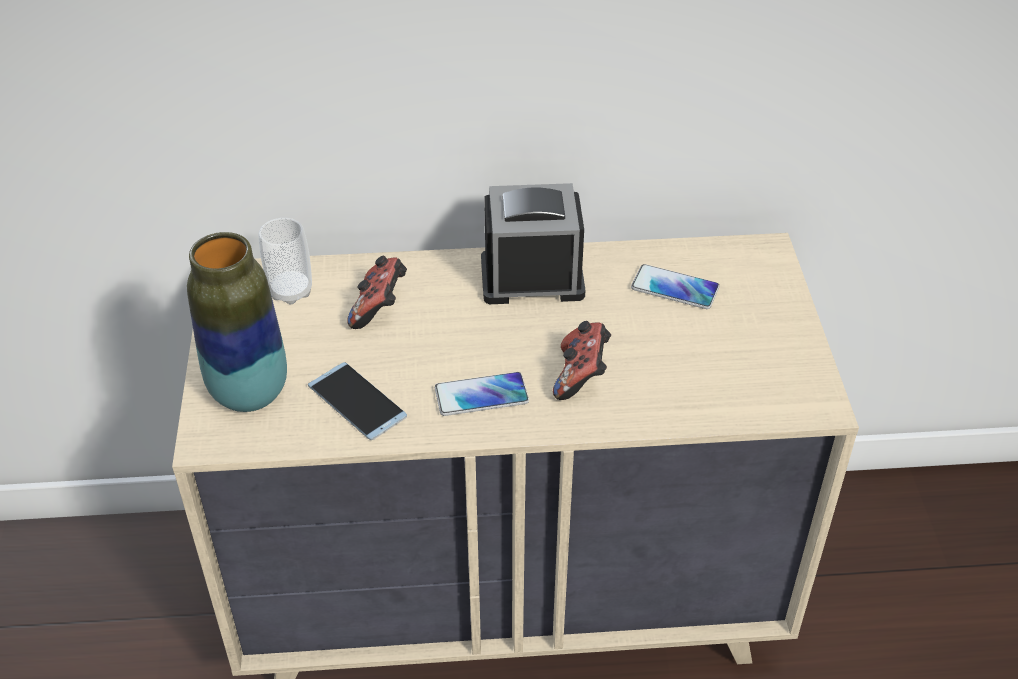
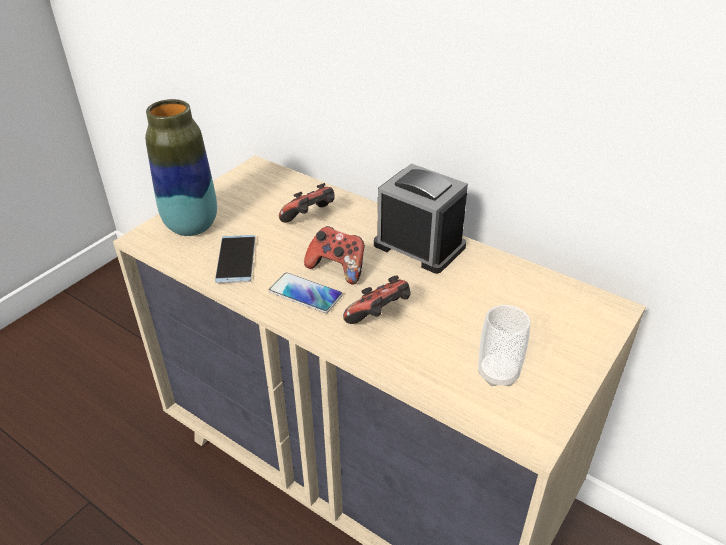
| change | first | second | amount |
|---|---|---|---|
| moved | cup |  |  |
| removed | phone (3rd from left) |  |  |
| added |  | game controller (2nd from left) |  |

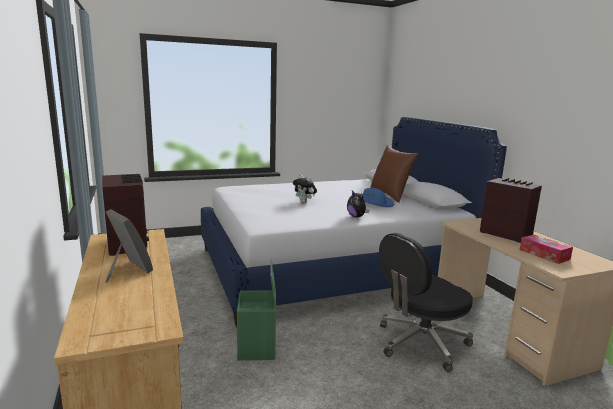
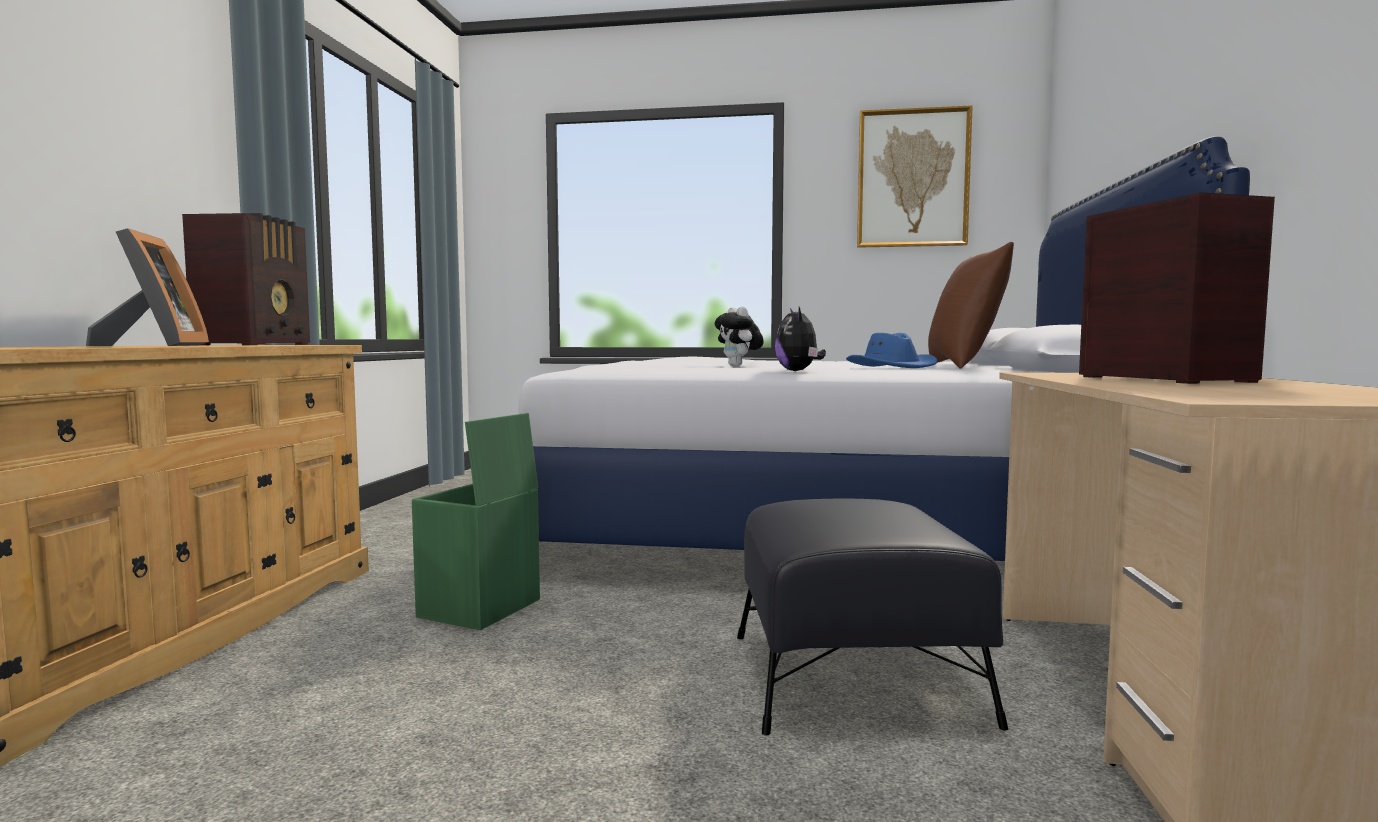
| change | first | second | amount |
|---|---|---|---|
| replaced | black office chair | black ottoman |  |
| removed | tissue box |  |  |
| added |  | picture |  |

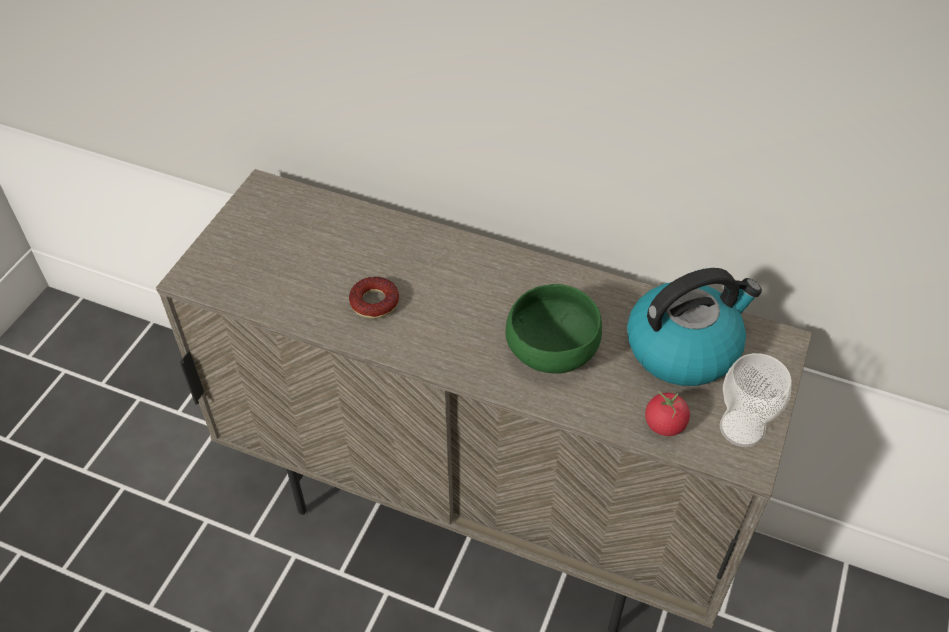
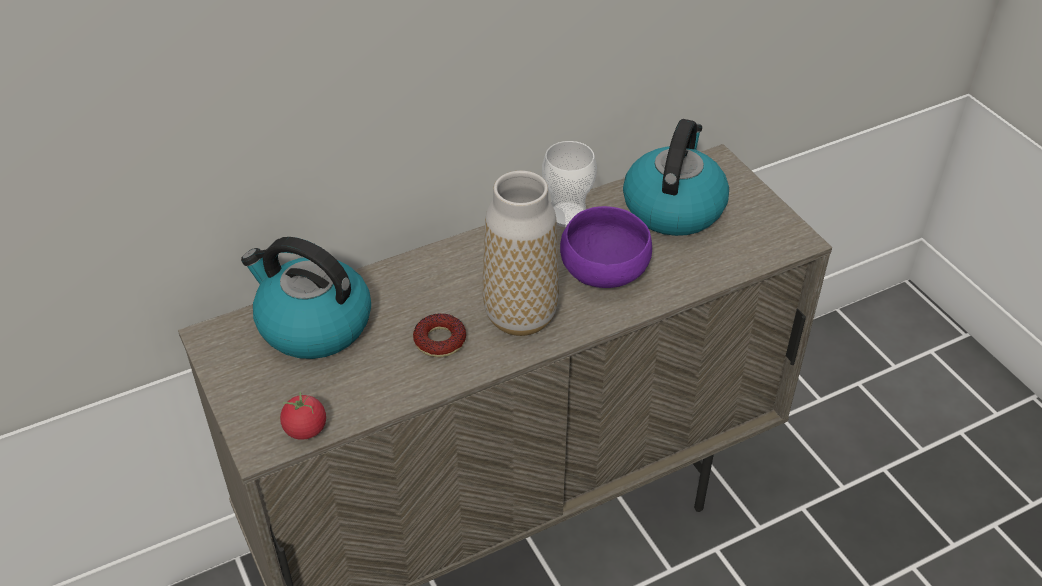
| change | first | second | amount |
|---|---|---|---|
| recoloured | green bowl | purple bowl |  |
| moved | tomato |  |  |
| moved | cup |  |  |
| added |  | kettle (1st from left) |  |
| added |  | vase |  |

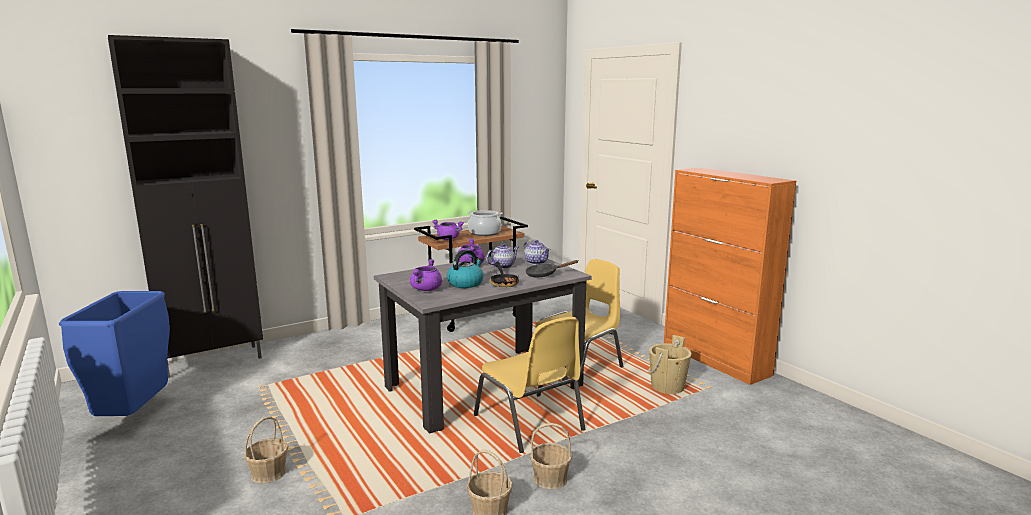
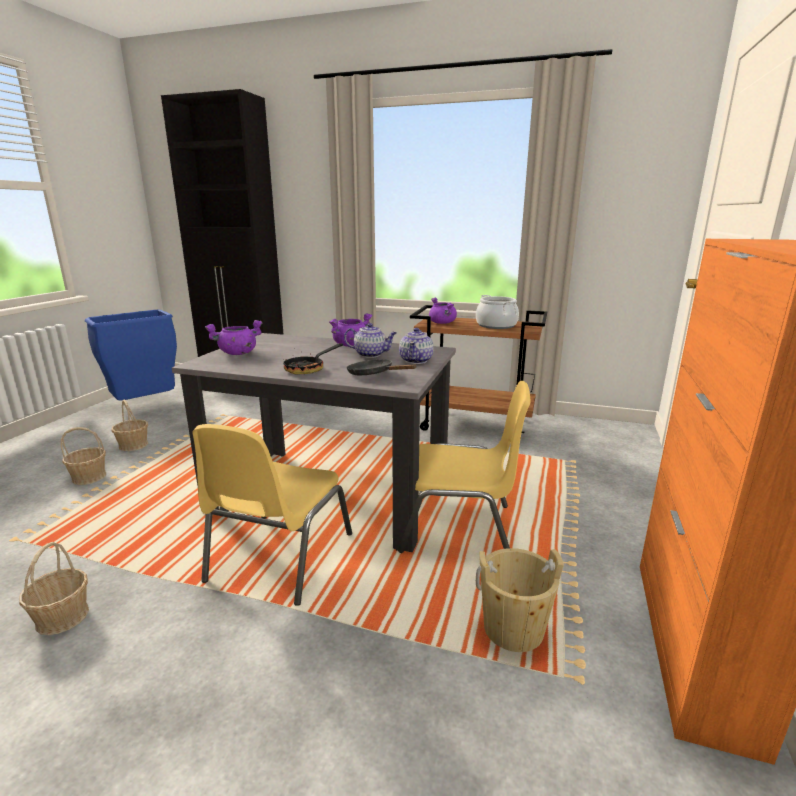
| change | first | second | amount |
|---|---|---|---|
| removed | kettle |  |  |
| moved | basket (3rd from left) |  |  |

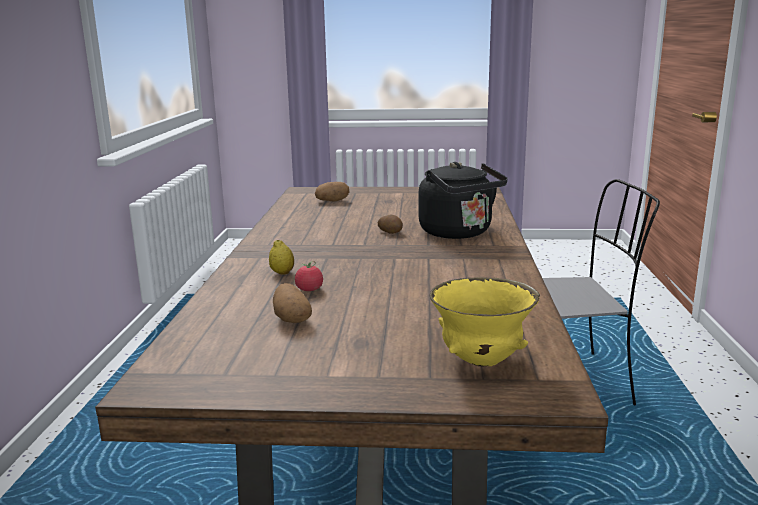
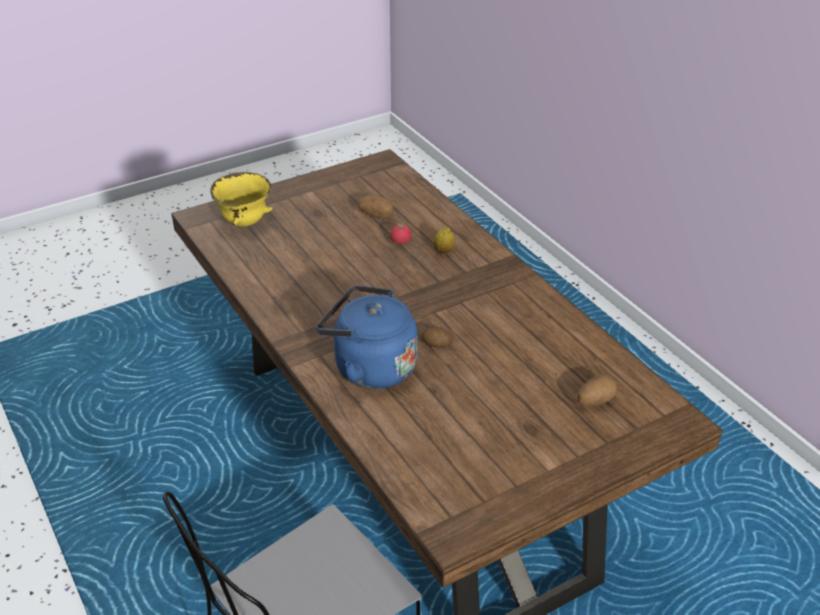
| change | first | second | amount |
|---|---|---|---|
| recoloured | black kettle | blue kettle |  |

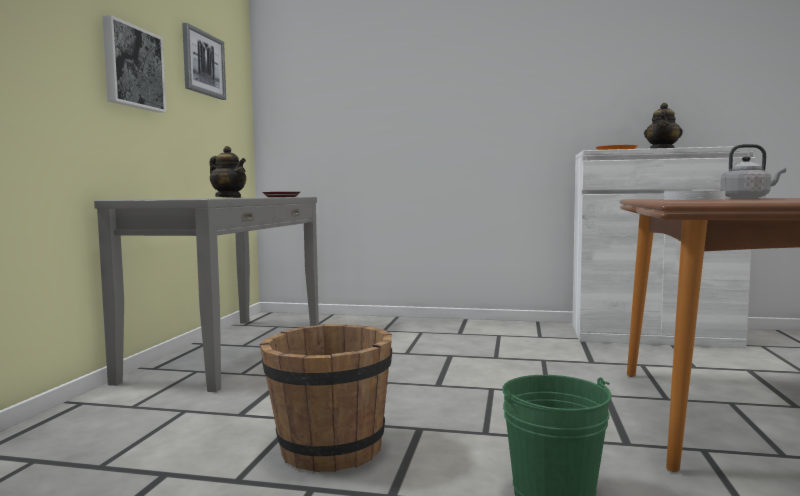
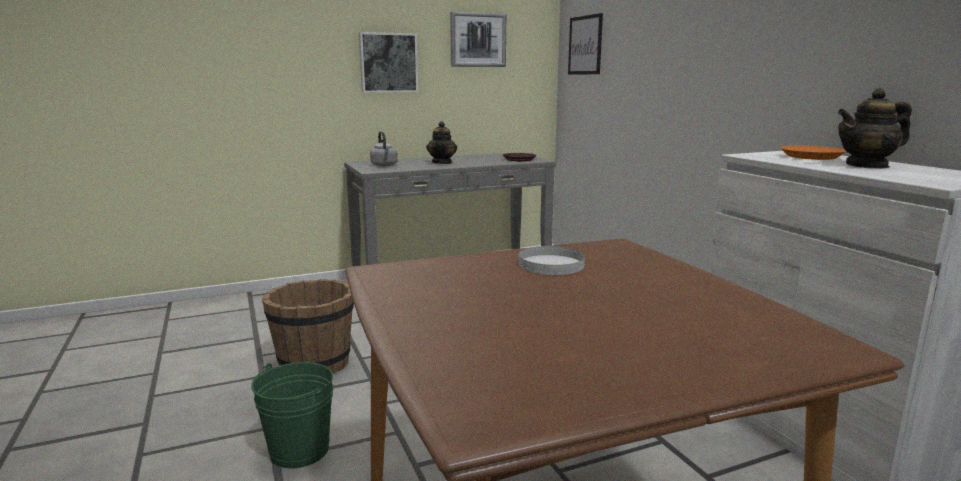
| change | first | second | amount |
|---|---|---|---|
| moved | grey kettle |  |  |
| added |  | picture (3rd from left) |  |

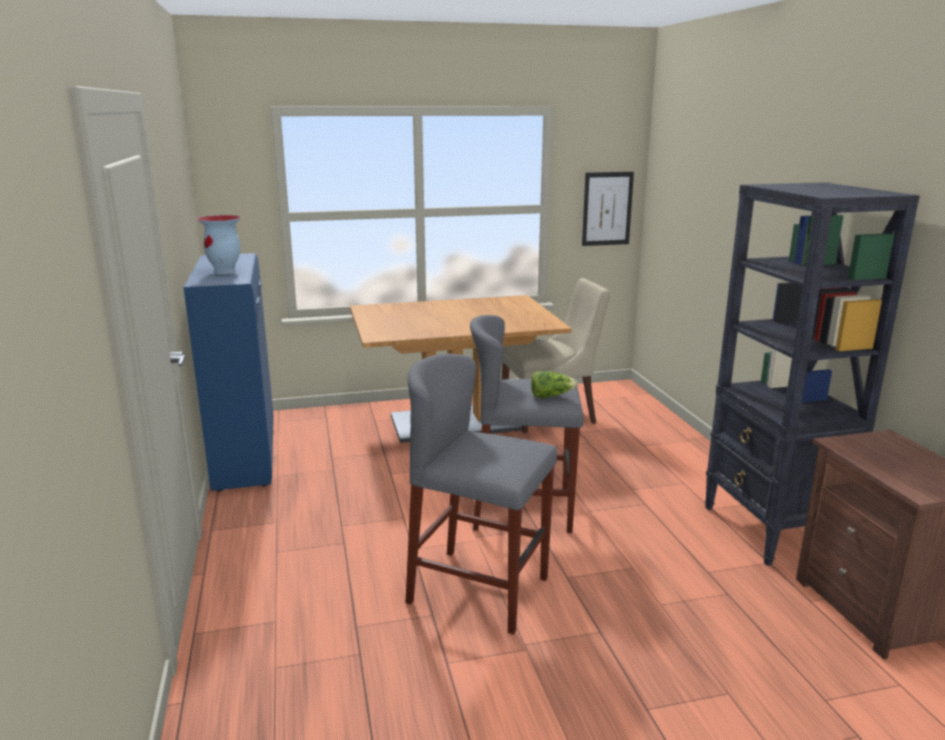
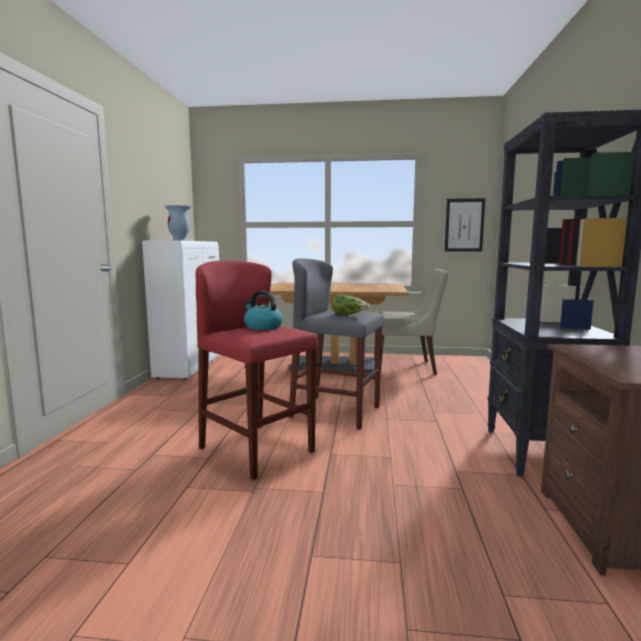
| change | first | second | amount |
|---|---|---|---|
| recoloured | blue cabinet | white cabinet |  |
| recoloured | grey stool (1st from left) | red stool |  |
| added |  | kettle |  |

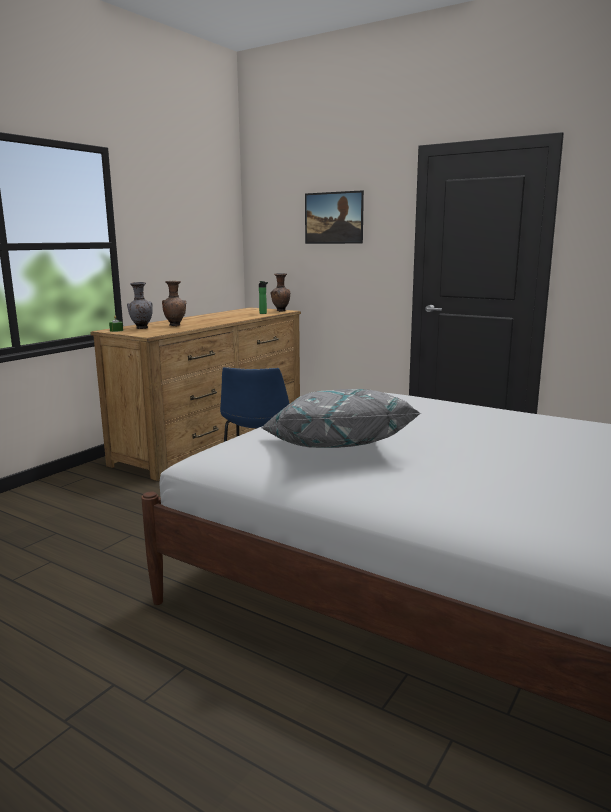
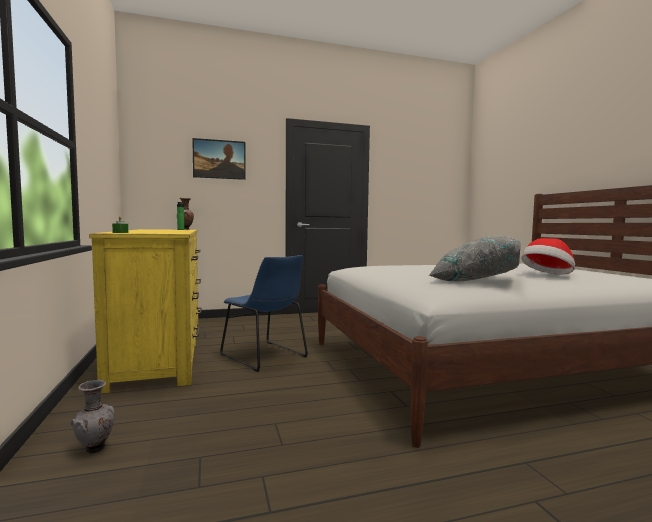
| change | first | second | amount |
|---|---|---|---|
| recoloured | brown dresser | yellow dresser |  |
| moved | grey vase |  |  |
| removed | brown vase (1st from left) |  |  |
| added |  | hat |  |

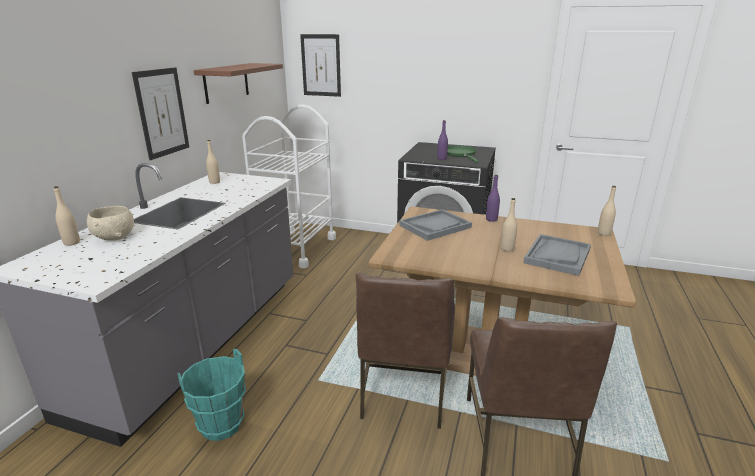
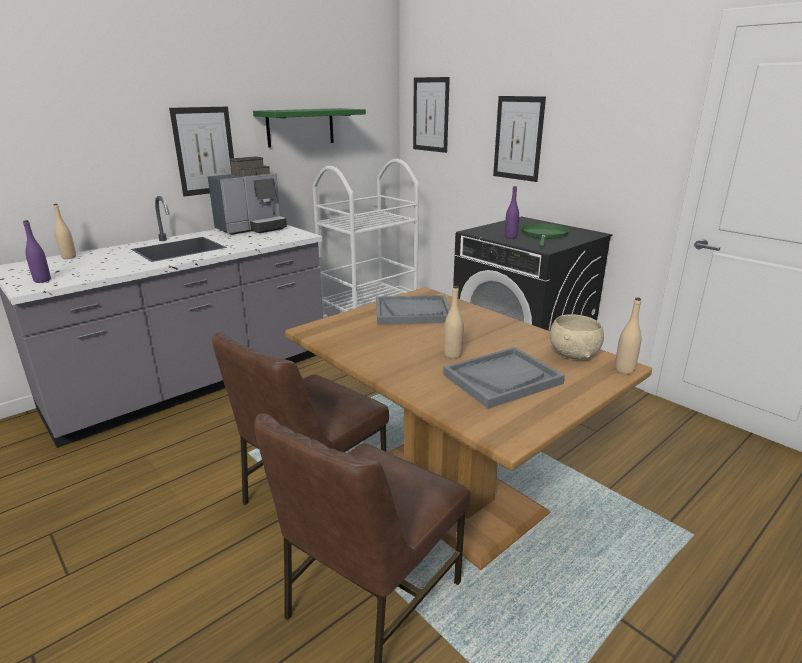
| change | first | second | amount |
|---|---|---|---|
| moved | beige bowl |  |  |
| removed | turquoise bucket |  |  |
| recoloured | brown shelf | green shelf |  |
| replaced | beige bottle (2nd from left) | coffee machine |  |
| moved | purple bottle (2nd from left in the first image) | purple bottle (1st from left) |  |
| added |  | picture (3rd from left) |  |

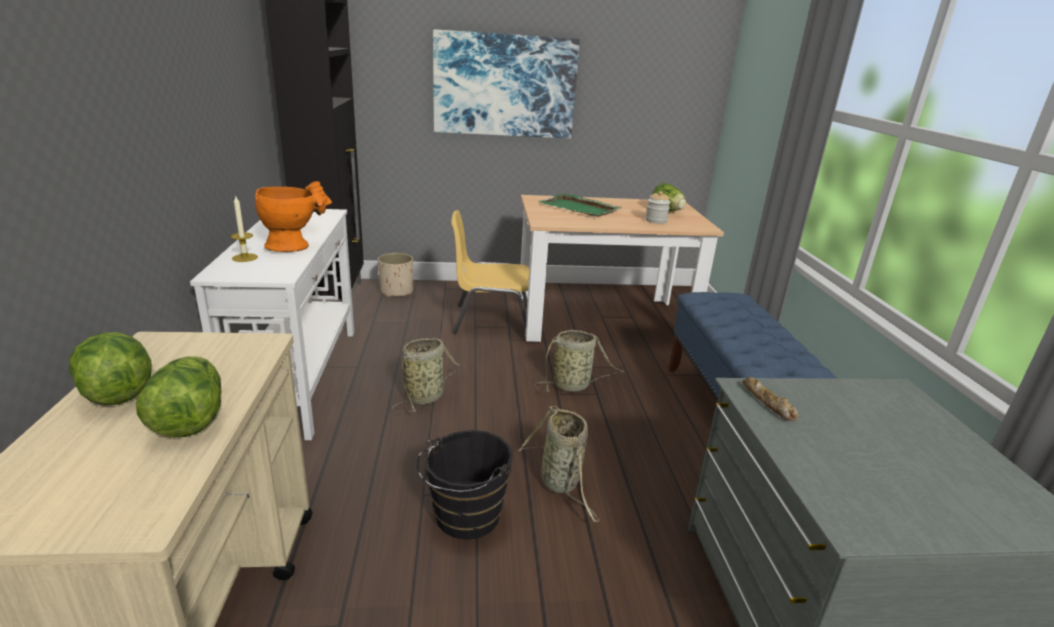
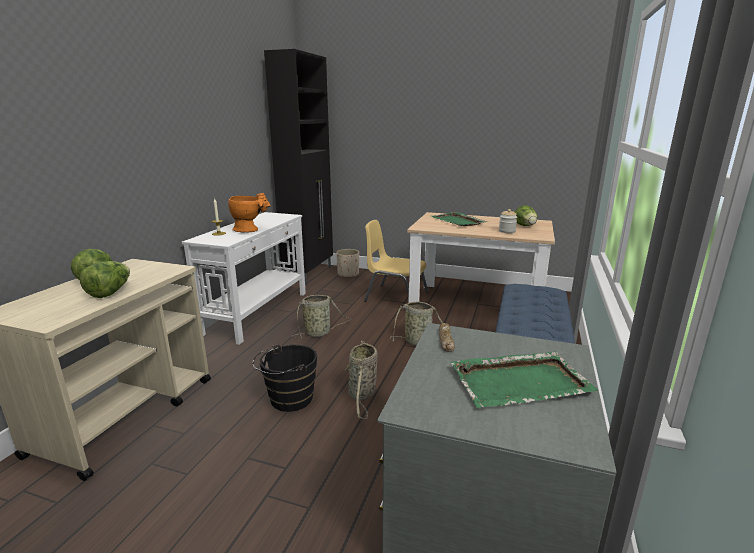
| change | first | second | amount |
|---|---|---|---|
| removed | picture |  |  |
| added |  | green tray (2nd from left) |  |

